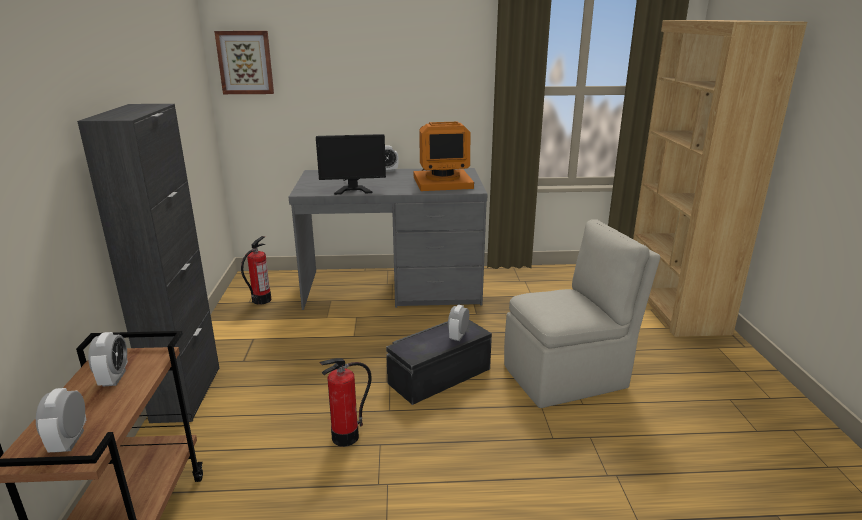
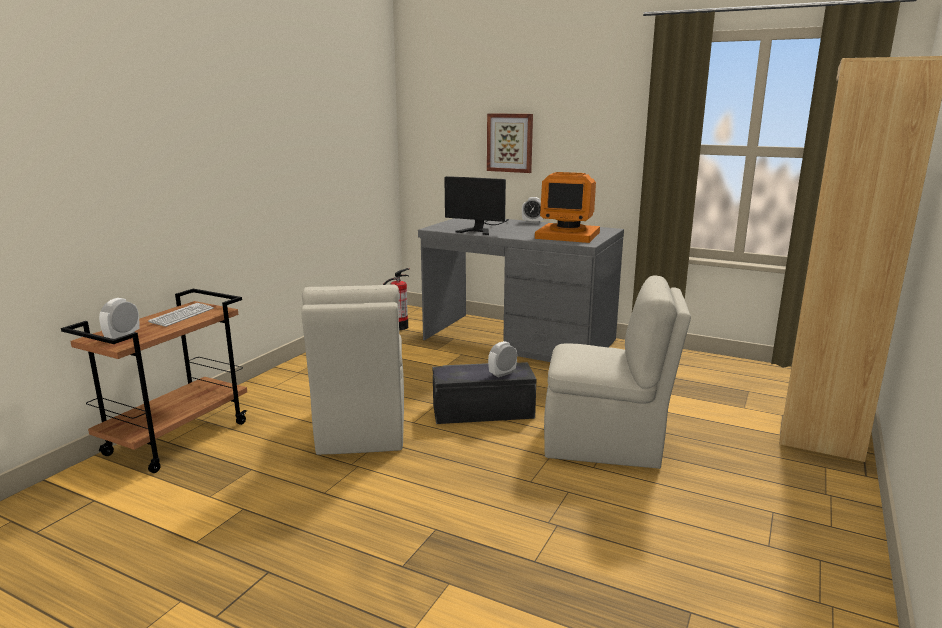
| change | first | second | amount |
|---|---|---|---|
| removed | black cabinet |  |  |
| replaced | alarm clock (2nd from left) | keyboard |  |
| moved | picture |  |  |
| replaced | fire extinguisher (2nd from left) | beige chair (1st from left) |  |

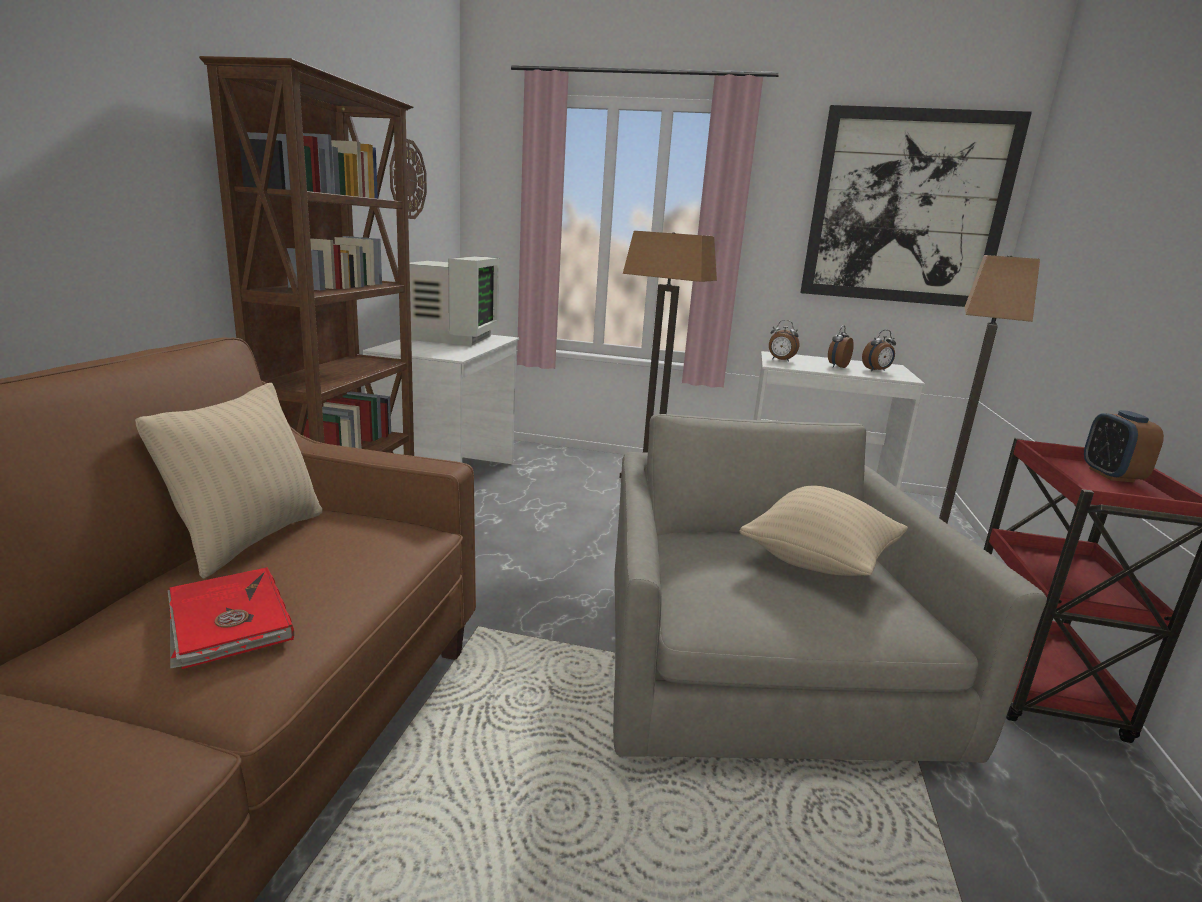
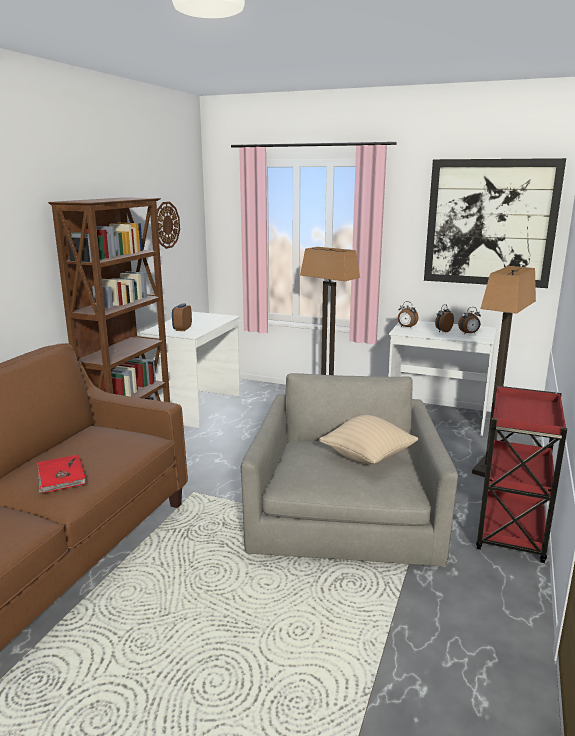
| change | first | second | amount |
|---|---|---|---|
| removed | beige pillow (1st from left) |  |  |
| removed | monitor |  |  |
| moved | alarm clock (4th from left in the first image) | alarm clock (1st from left) |  |

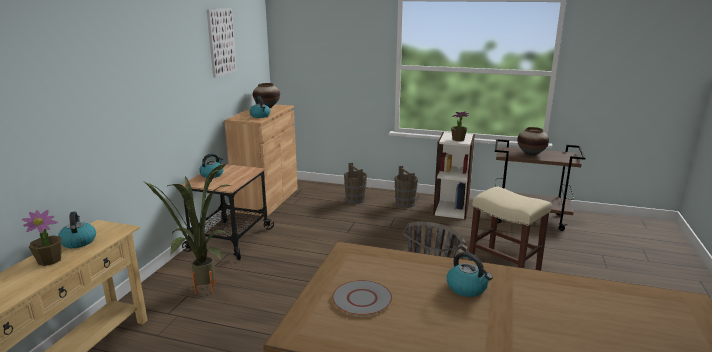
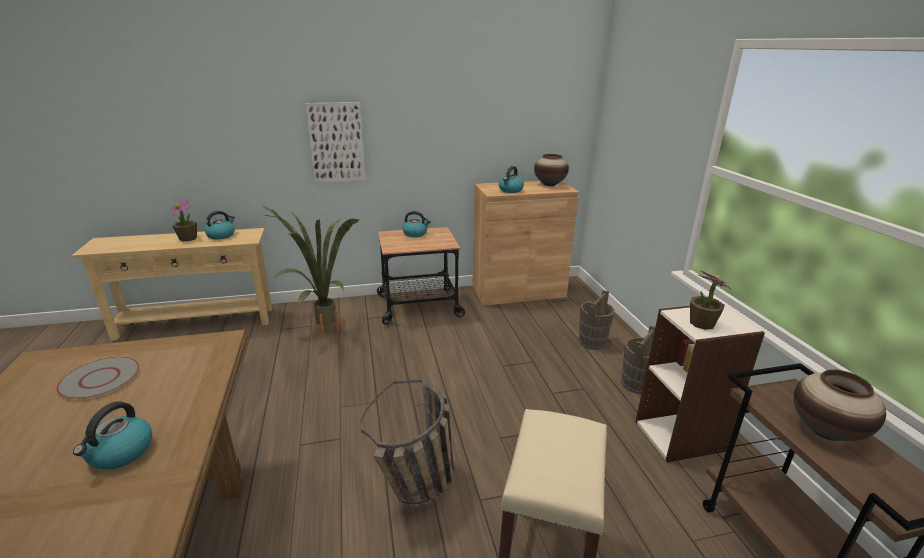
| change | first | second | amount |
|---|---|---|---|
| moved | picture |  |  |

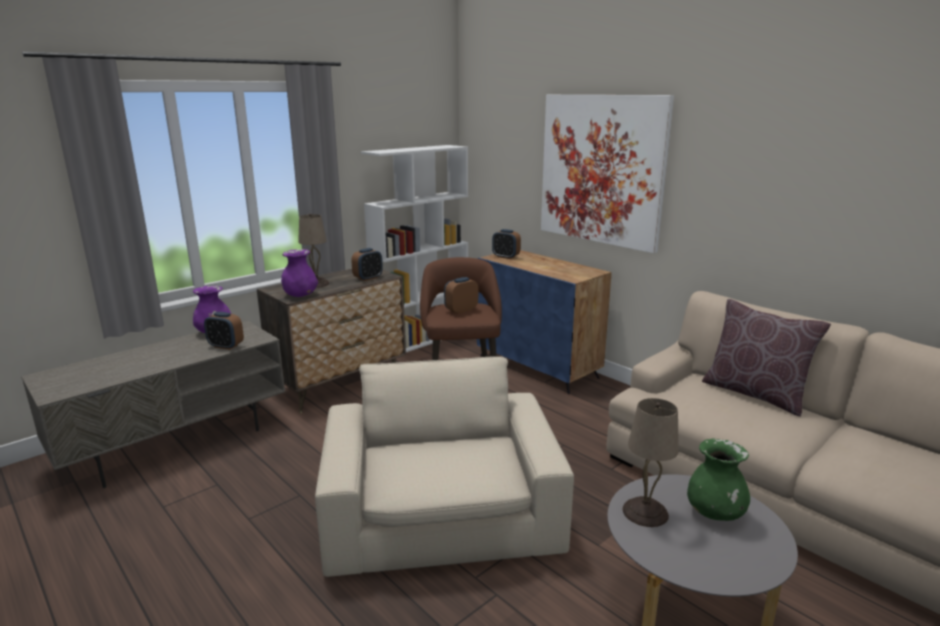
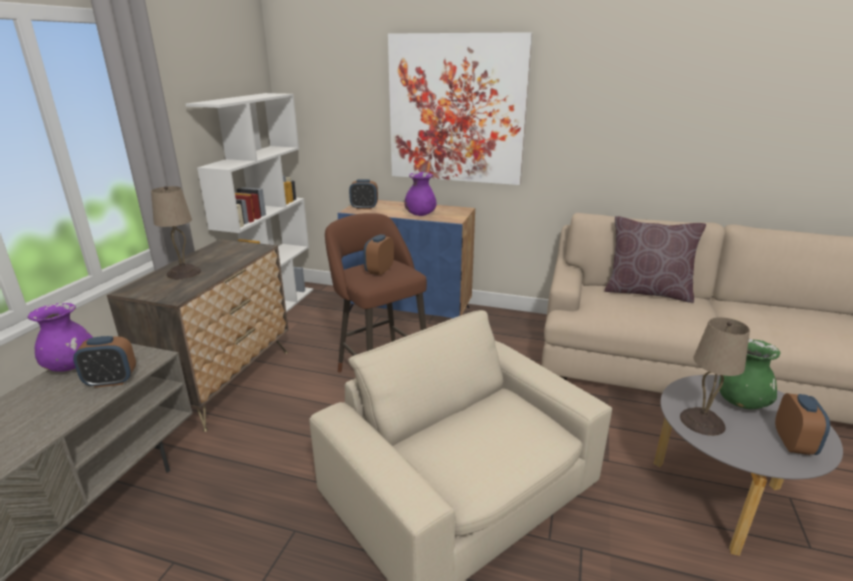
| change | first | second | amount |
|---|---|---|---|
| moved | purple vase (2nd from left) |  |  |
| moved | alarm clock (2nd from left in the first image) | alarm clock (4th from left) |  |

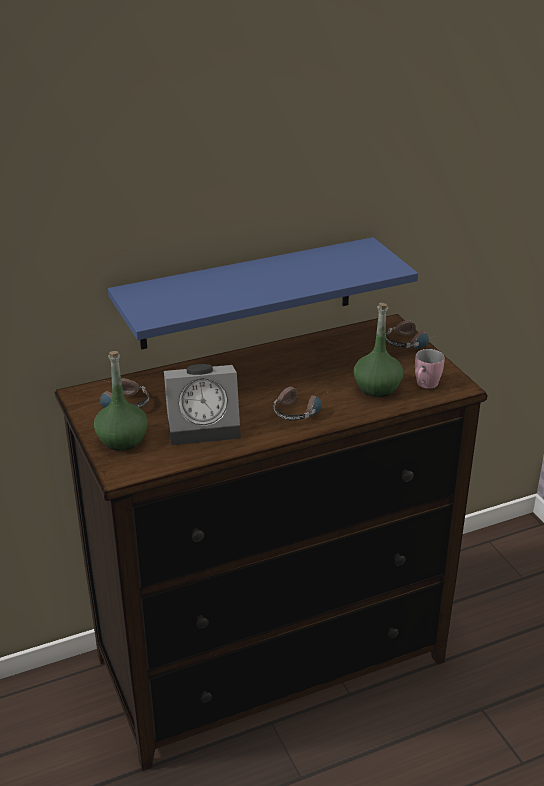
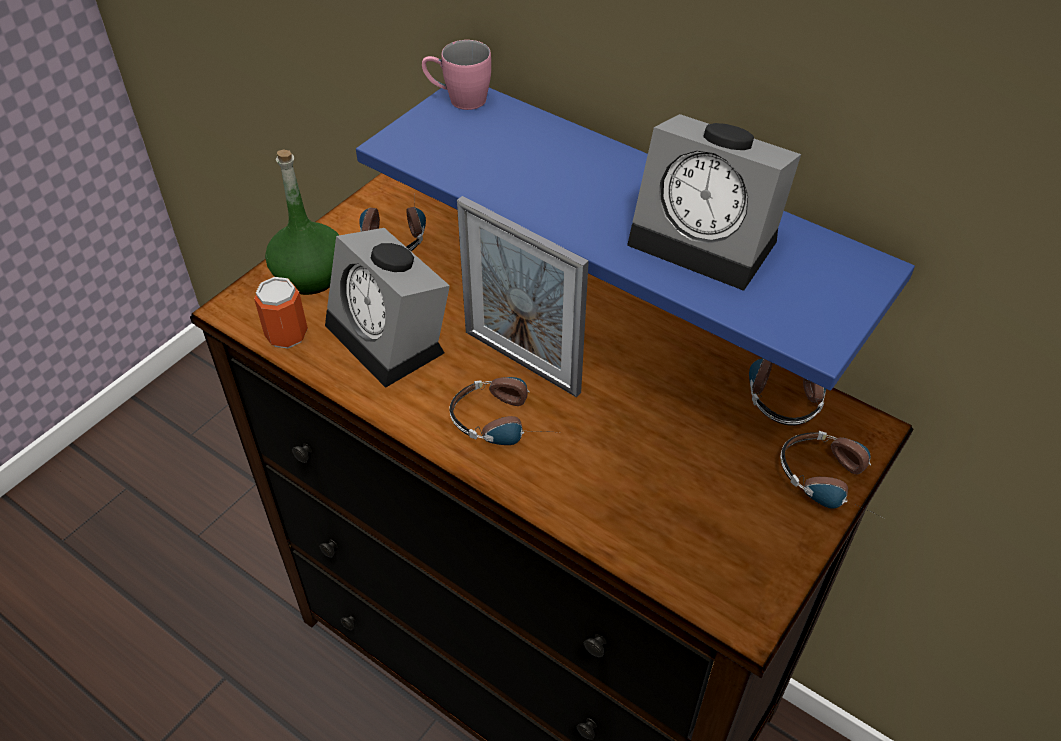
| change | first | second | amount |
|---|---|---|---|
| removed | green bottle (2nd from left) |  |  |
| moved | pink mug |  |  |
| added |  | can |  |
| added |  | picture frame |  |
| added |  | alarm clock (2nd from left) |  |
| added |  | headphones (3rd from left) |  |

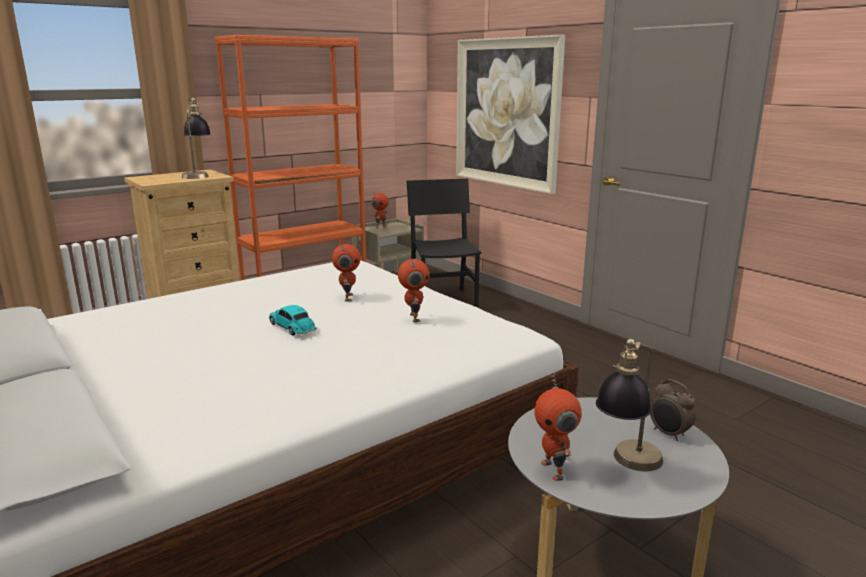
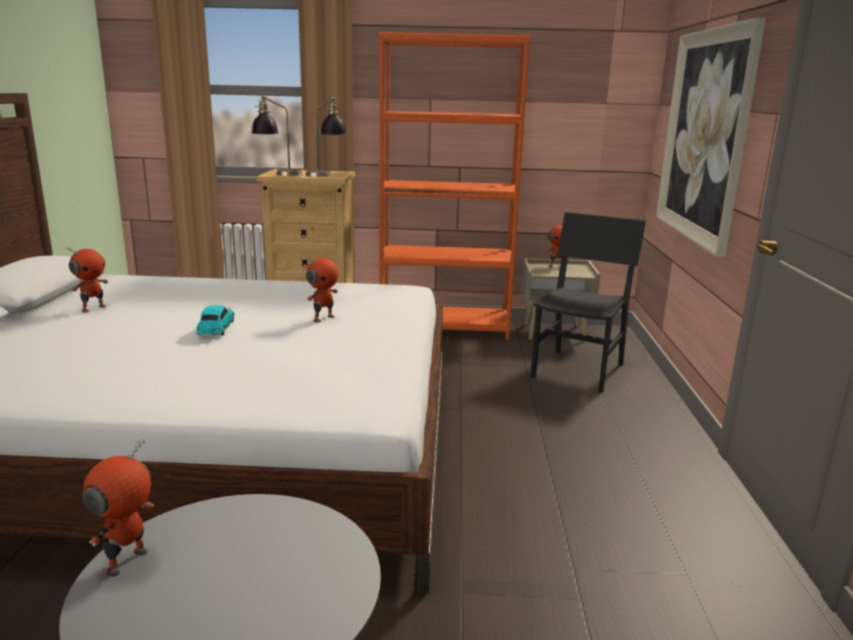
| change | first | second | amount |
|---|---|---|---|
| moved | toy robot (3rd from left in the first image) | toy robot (1st from left) |  |
| moved | table lamp (2nd from left in the first image) | table lamp (1st from left) |  |
| removed | alarm clock |  |  |

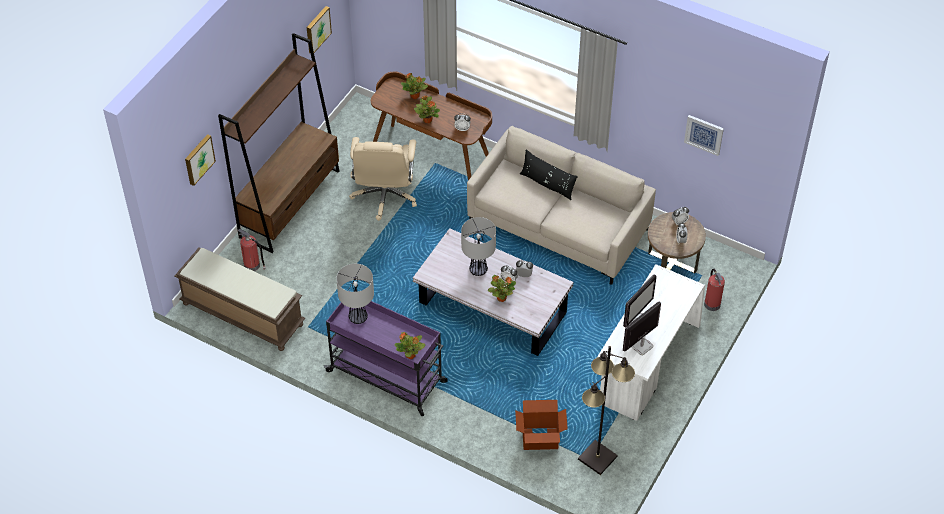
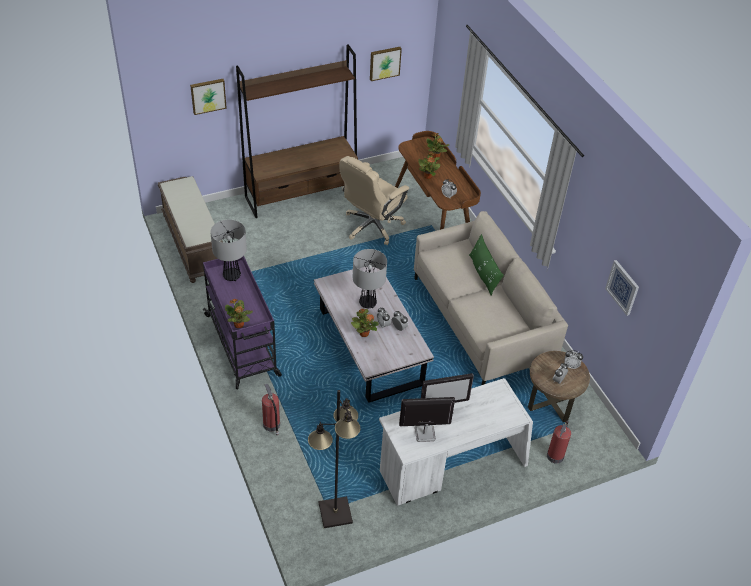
| change | first | second | amount |
|---|---|---|---|
| moved | fire extinguisher (1st from left) |  |  |
| removed | cardboard box |  |  |
| recoloured | black pillow | green pillow |  |

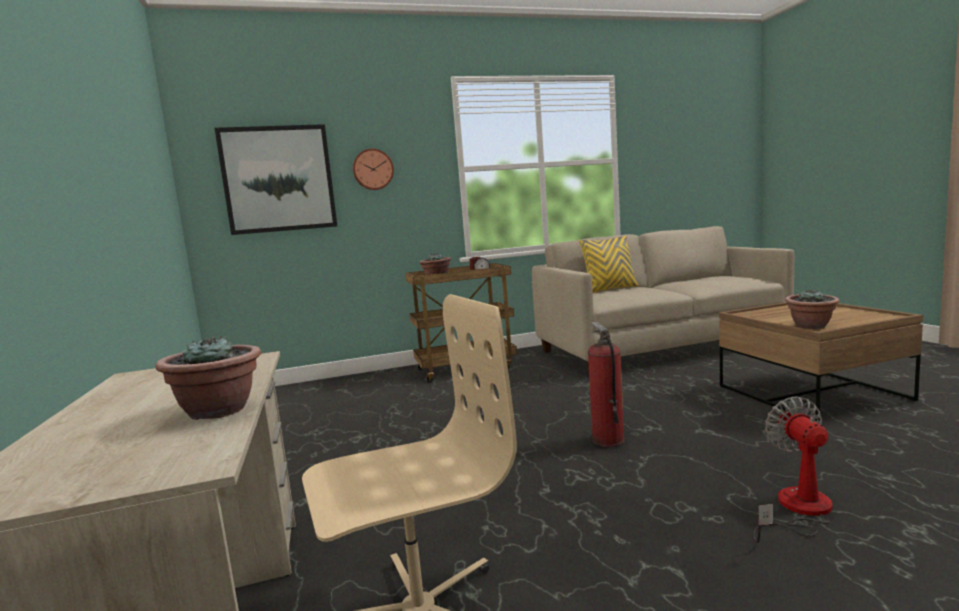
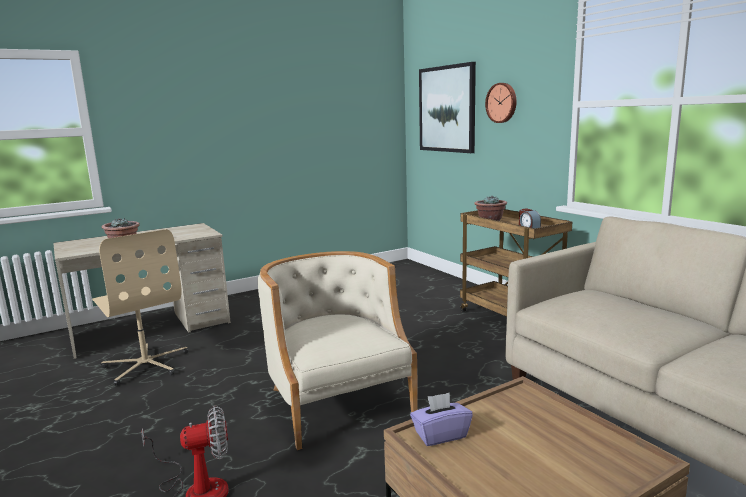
| change | first | second | amount |
|---|---|---|---|
| removed | yellow pillow |  |  |
| replaced | fire extinguisher | beige armchair |  |
| replaced | potted plant (3rd from left) | purple tissue box |  |

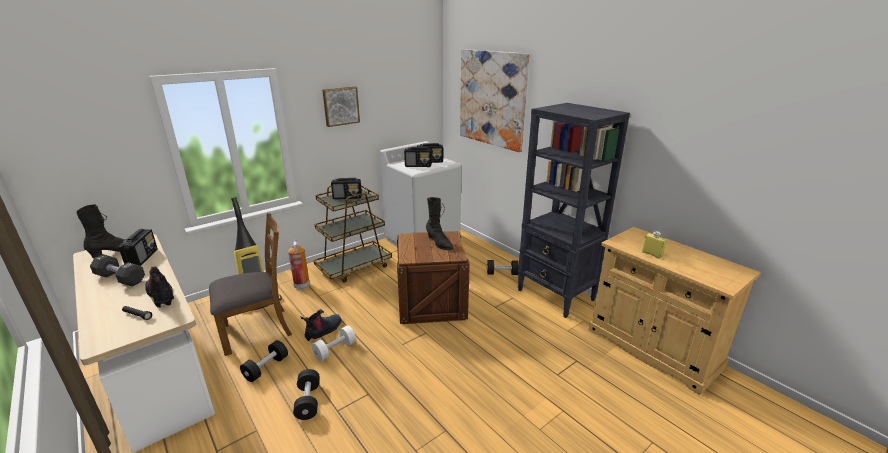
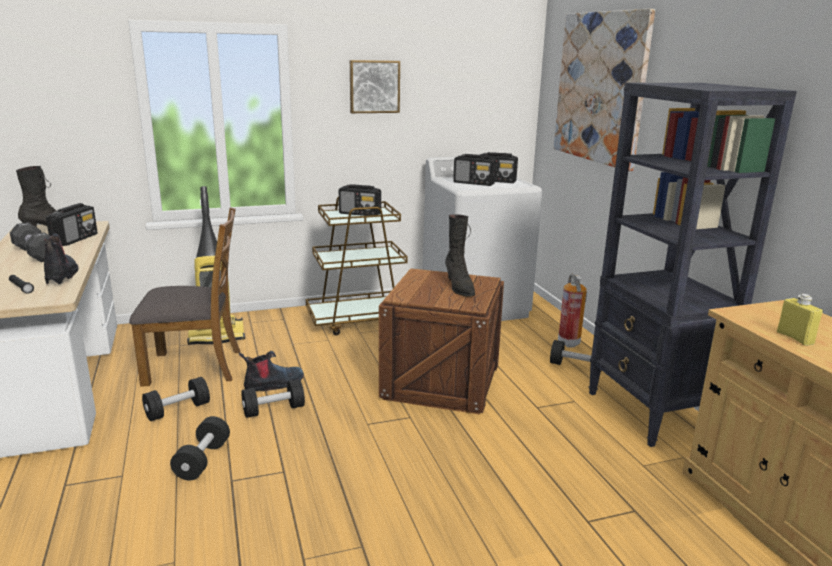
| change | first | second | amount |
|---|---|---|---|
| moved | fire extinguisher |  |  |
| recoloured | white dumbbell | black dumbbell (4th from left) |  |

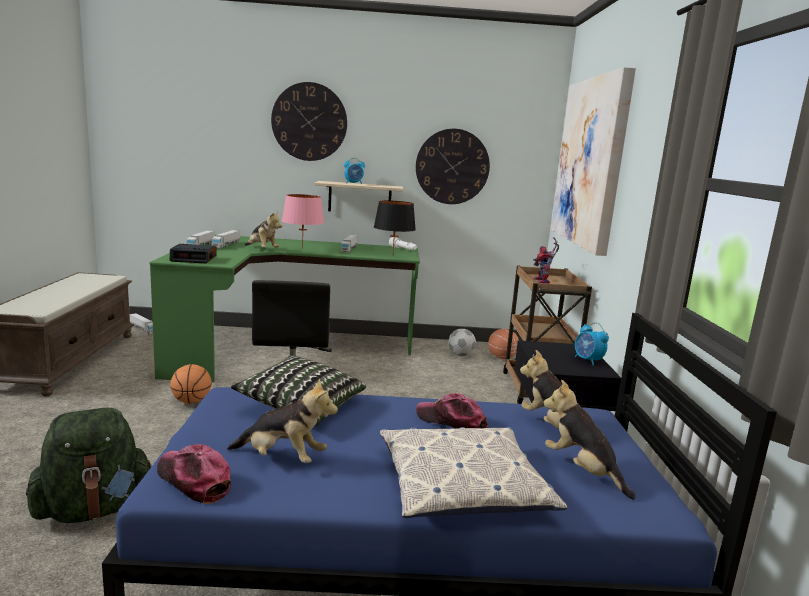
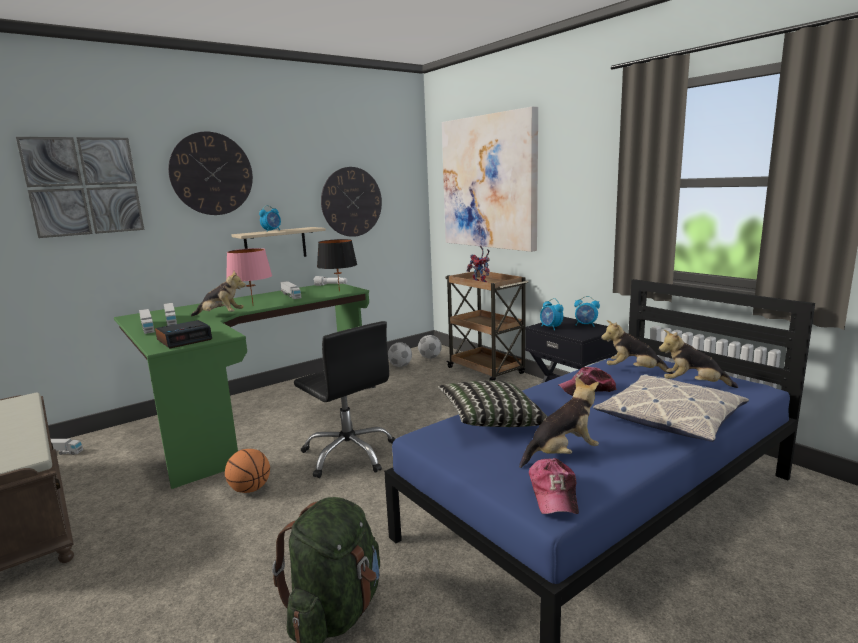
| change | first | second | amount |
|---|---|---|---|
| turned | cap (1st from left) |  | 90 degrees counterclockwise |
| replaced | basketball (2nd from left) | football (2nd from left) |  |
| added |  | picture (1st from left) |  |
| added |  | alarm clock (3rd from left) |  |

